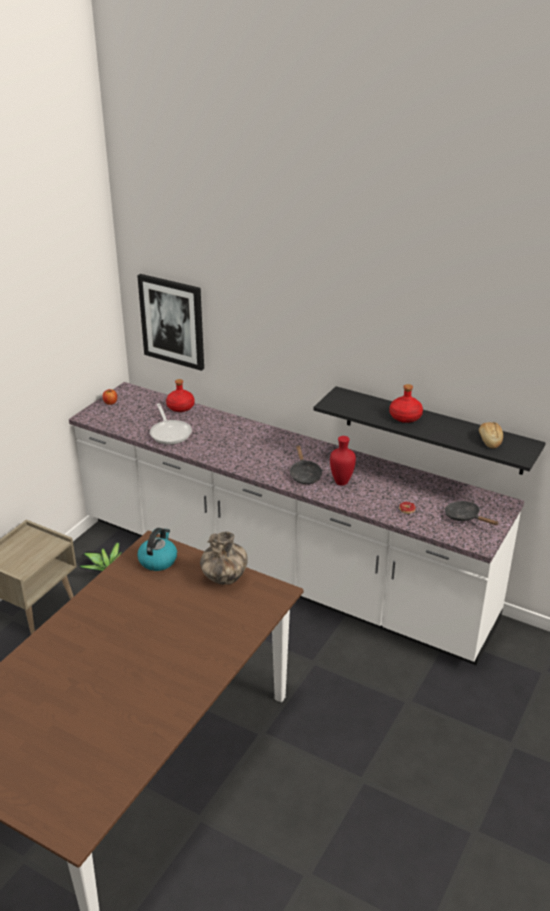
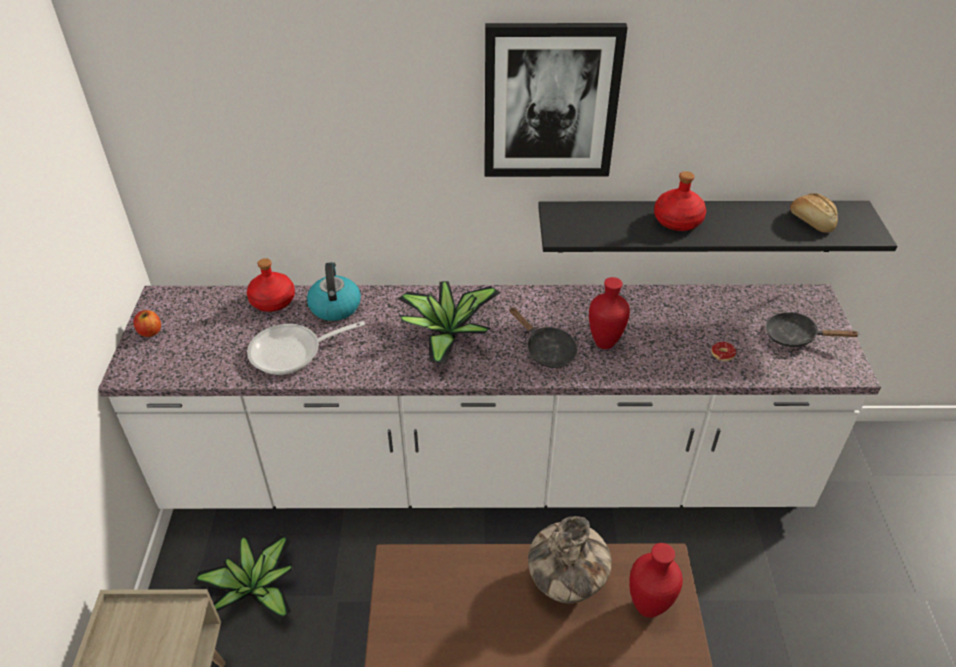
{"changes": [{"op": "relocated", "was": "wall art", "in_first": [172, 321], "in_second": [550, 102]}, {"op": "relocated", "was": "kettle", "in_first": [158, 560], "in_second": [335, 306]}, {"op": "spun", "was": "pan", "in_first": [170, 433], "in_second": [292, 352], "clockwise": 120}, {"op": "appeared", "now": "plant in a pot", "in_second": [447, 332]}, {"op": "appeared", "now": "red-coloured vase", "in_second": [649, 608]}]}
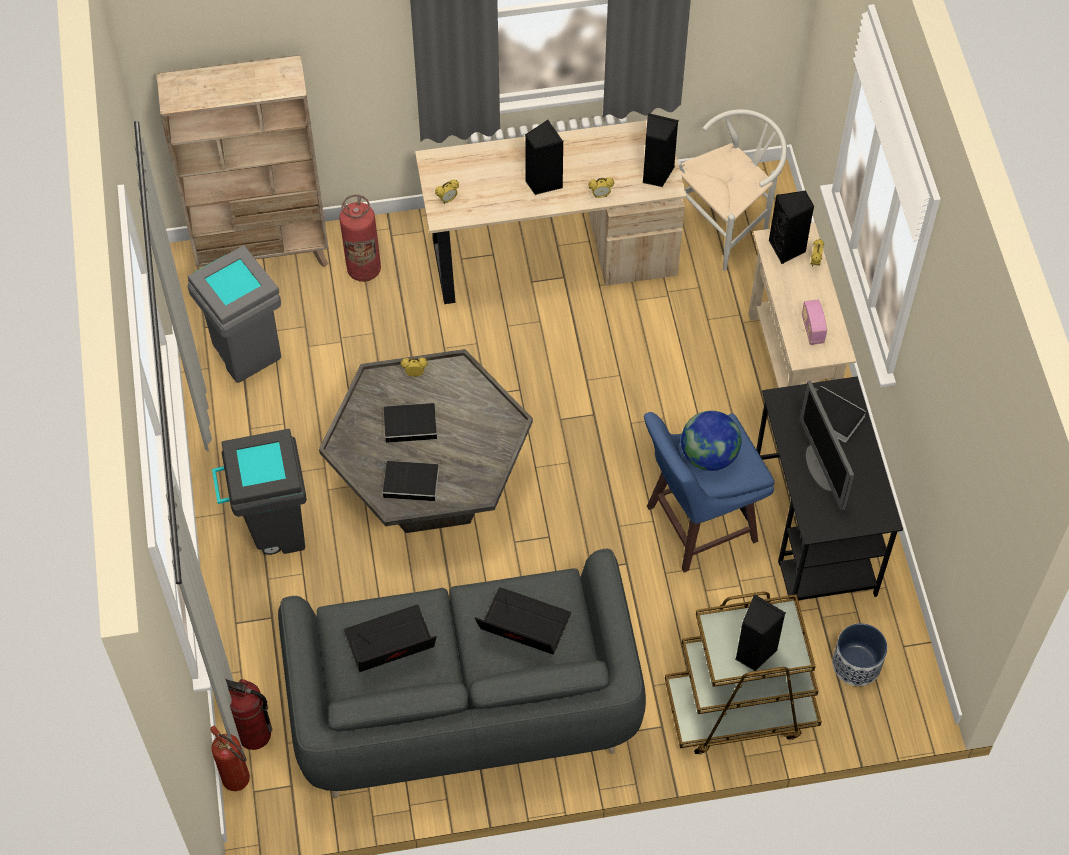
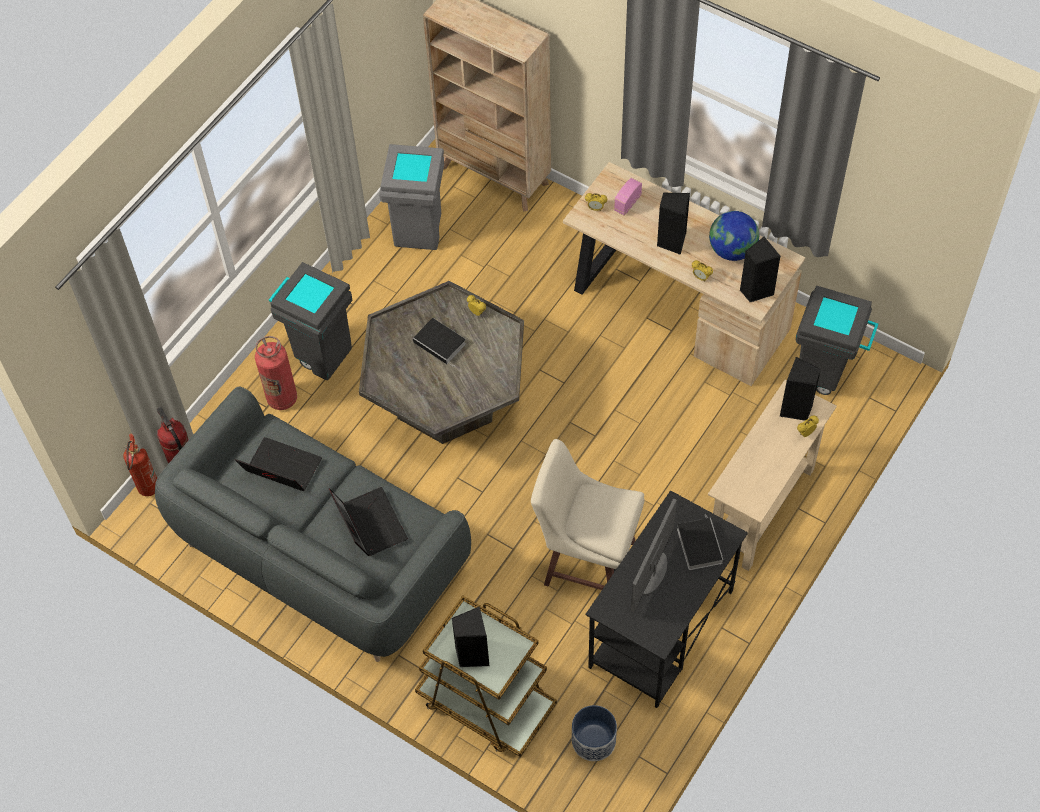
{"changes": [{"op": "relocated", "was": "fire extinguisher", "in_first": [364, 269], "in_second": [282, 398]}, {"op": "missing", "was": "volume", "in_first": [413, 483]}, {"op": "colour", "was": "blue-coloured stool", "now": "beige-coloured stool", "in_first": [698, 524], "in_second": [587, 561]}, {"op": "exchanged", "was": "white upright chair", "now": "grey waste bin", "in_first": [728, 224], "in_second": [824, 377]}, {"op": "relocated", "was": "world globe", "in_first": [709, 455], "in_second": [732, 250]}, {"op": "relocated", "was": "radio receiver", "in_first": [812, 329], "in_second": [627, 203]}]}
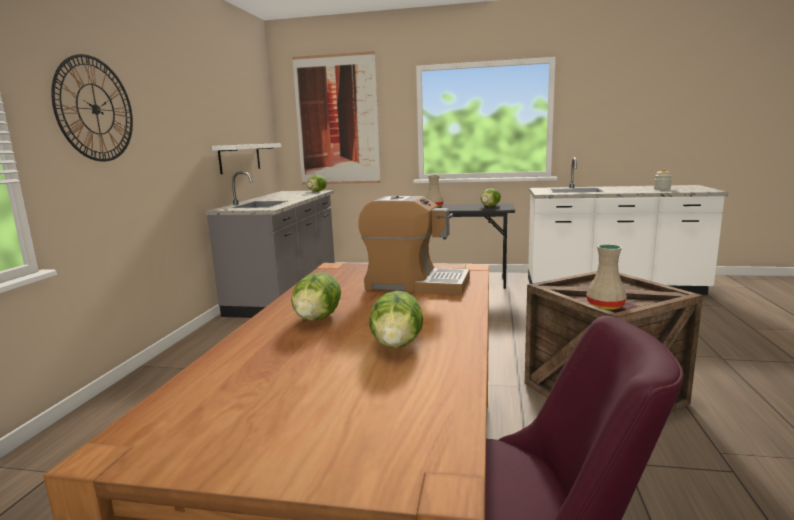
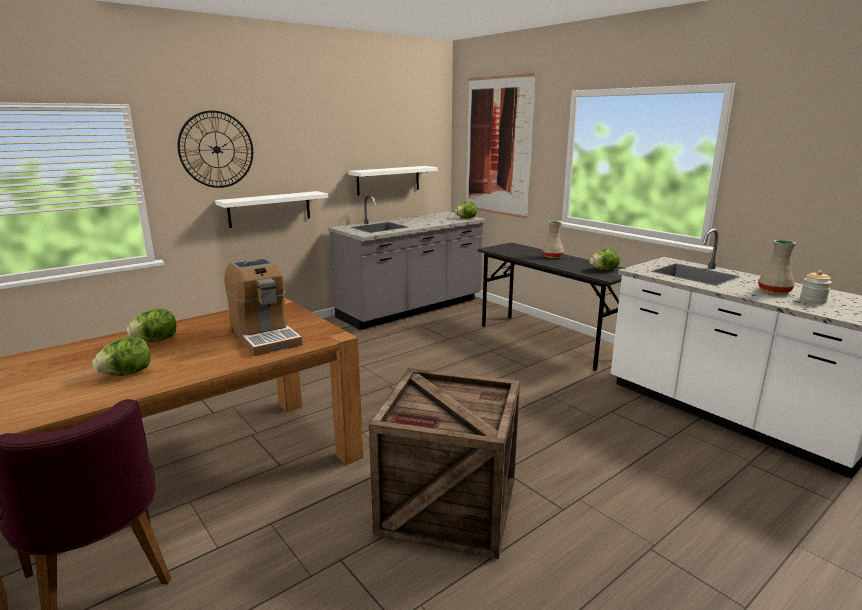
{"changes": [{"op": "relocated", "was": "beige-coloured vase", "in_first": [605, 306], "in_second": [774, 291]}, {"op": "appeared", "now": "white shelf", "in_second": [270, 209]}]}
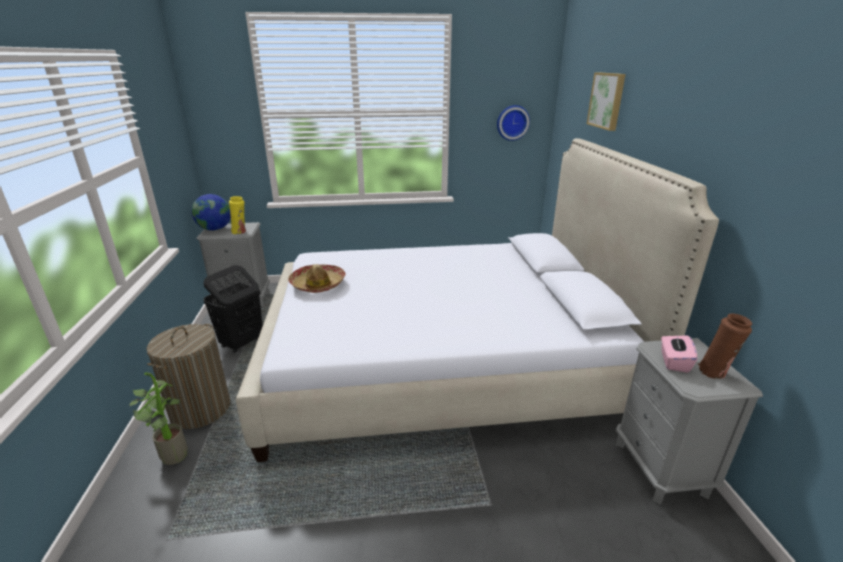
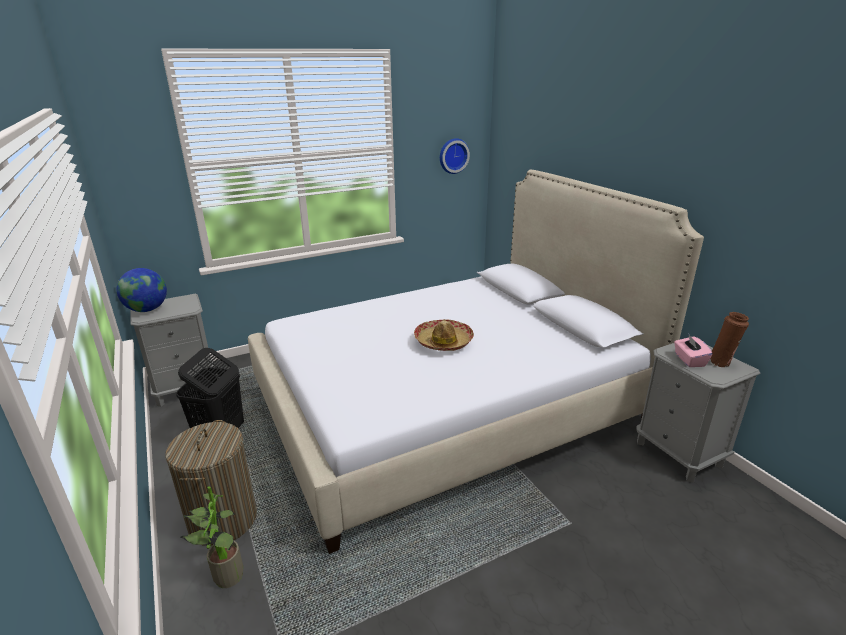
{"changes": [{"op": "missing", "was": "yellow vase", "in_first": [240, 232]}, {"op": "relocated", "was": "clothing hat", "in_first": [318, 284], "in_second": [443, 341]}, {"op": "missing", "was": "wall art", "in_first": [607, 100]}]}
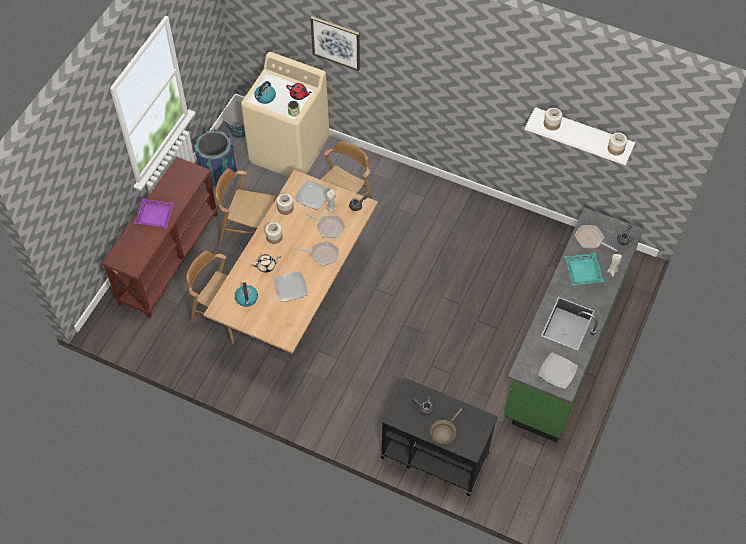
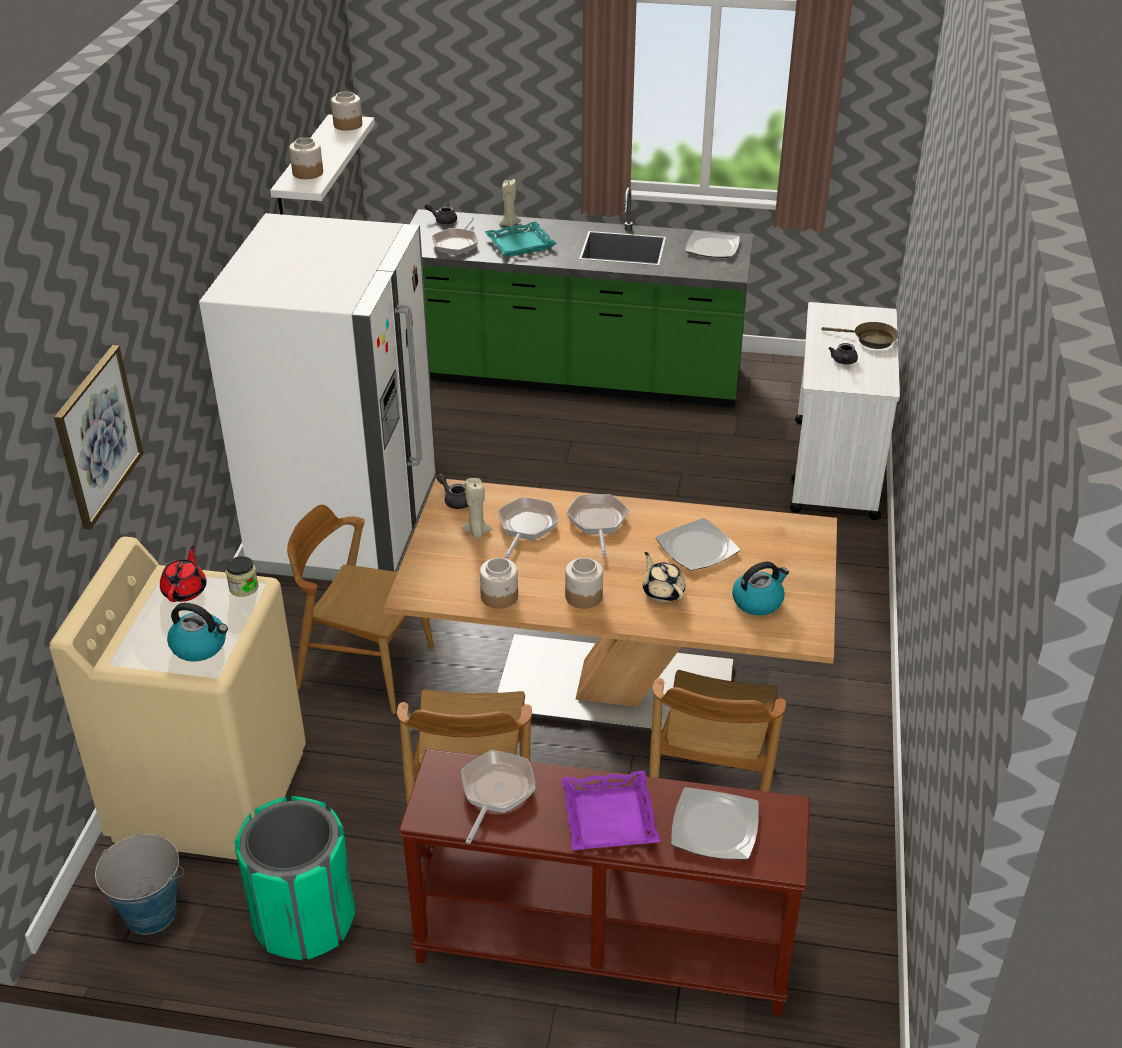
{"changes": [{"op": "colour", "was": "blue-coloured waste bin", "now": "green-coloured waste bin", "in_first": [218, 173], "in_second": [303, 920]}, {"op": "relocated", "was": "flat dish", "in_first": [313, 195], "in_second": [714, 826]}, {"op": "colour", "was": "black trolley", "now": "white trolley", "in_first": [434, 455], "in_second": [835, 469]}, {"op": "appeared", "now": "white kitchen fridge", "in_second": [346, 526]}, {"op": "appeared", "now": "pan", "in_second": [495, 792]}]}
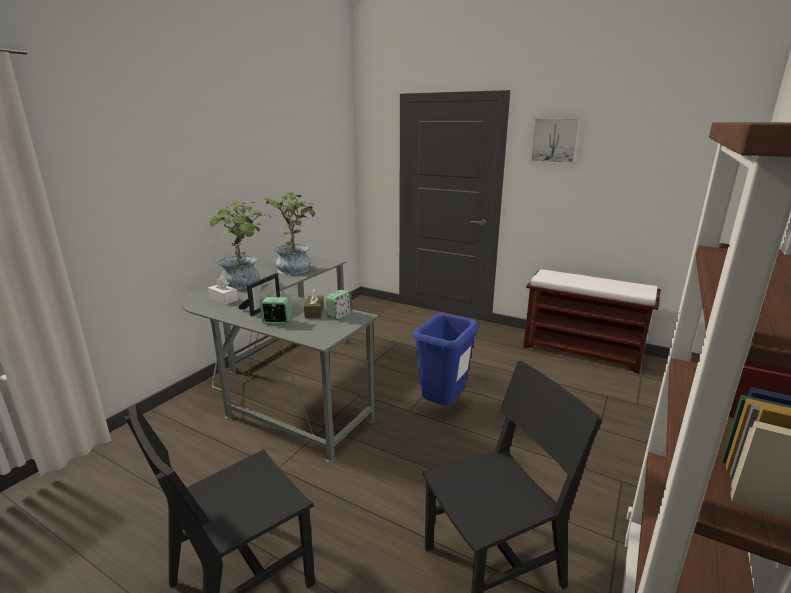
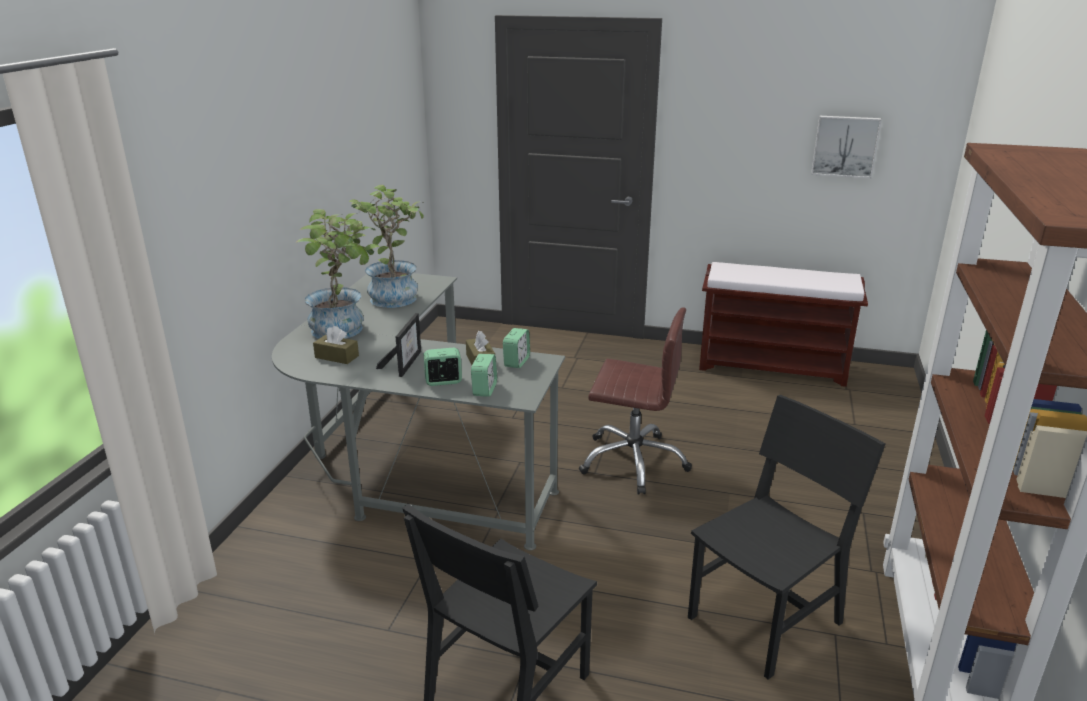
{"changes": [{"op": "colour", "was": "white box of tissues", "now": "brown-coloured box of tissues", "in_first": [223, 299], "in_second": [337, 357]}, {"op": "exchanged", "was": "blue-coloured waste bin", "now": "brown-coloured computer chair", "in_first": [442, 406], "in_second": [633, 461]}, {"op": "relocated", "was": "wall art", "in_first": [555, 140], "in_second": [845, 146]}, {"op": "appeared", "now": "alarm clock", "in_second": [484, 390]}]}
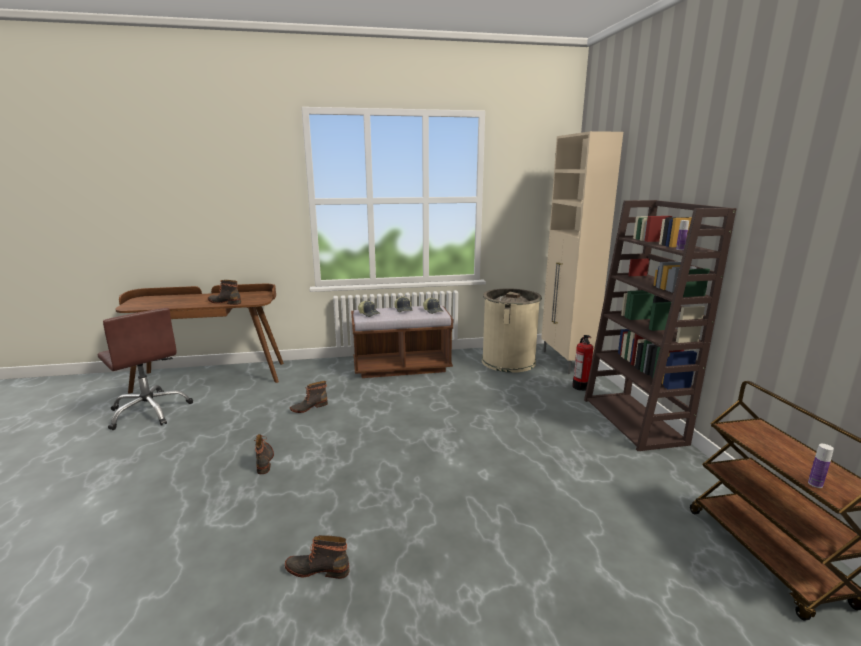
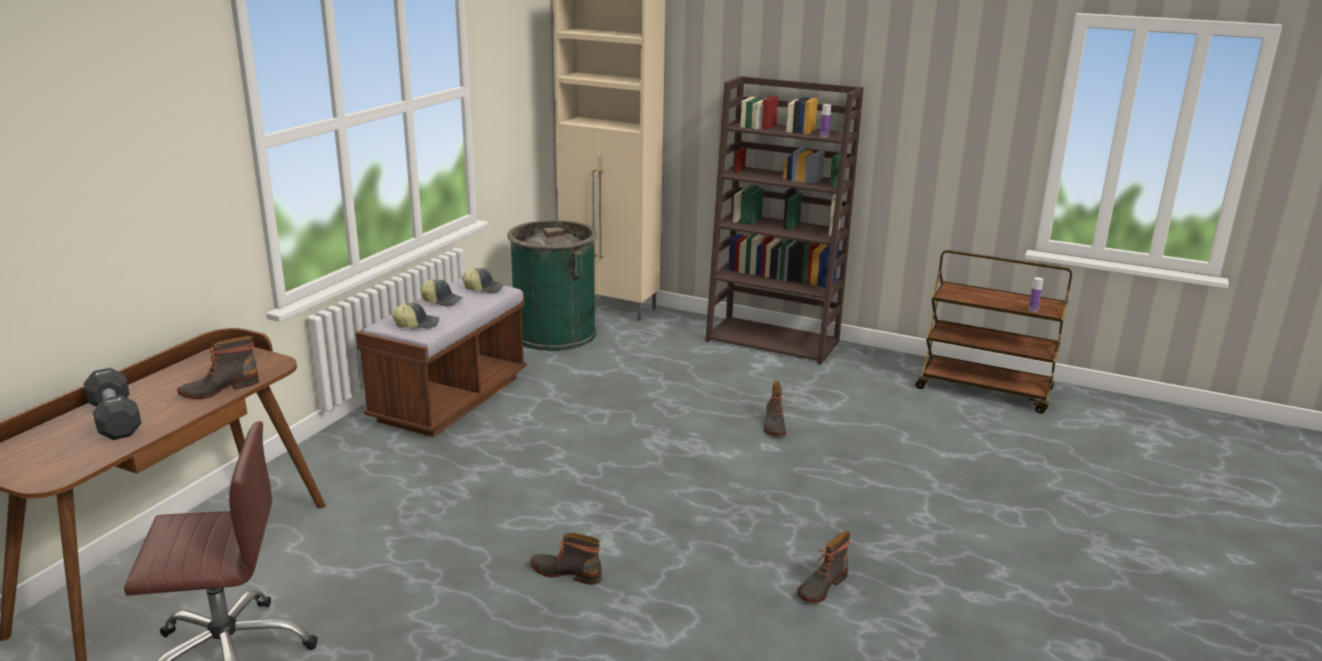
{"changes": [{"op": "relocated", "was": "high-top boot", "in_first": [309, 407], "in_second": [773, 426]}, {"op": "colour", "was": "beige-coloured waste bin", "now": "green-coloured waste bin", "in_first": [508, 361], "in_second": [555, 334]}, {"op": "missing", "was": "fire extinguisher", "in_first": [580, 387]}, {"op": "appeared", "now": "black hand weight", "in_second": [115, 419]}]}
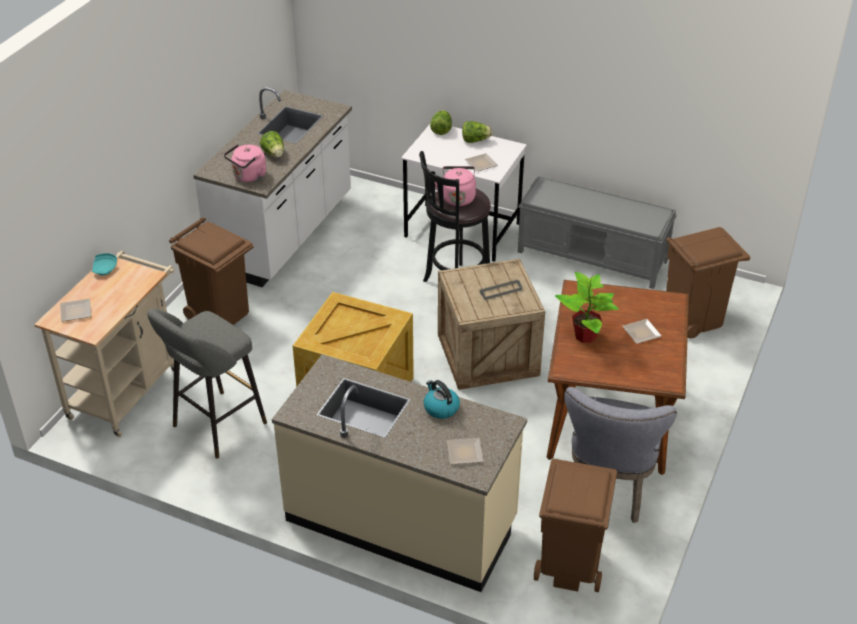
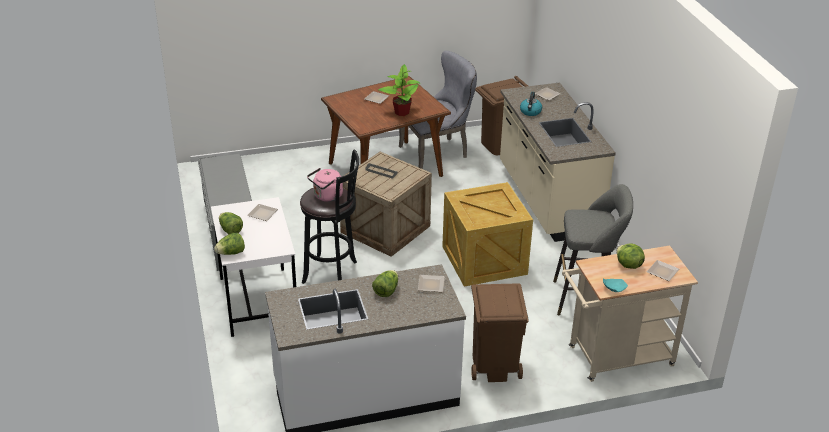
{"changes": [{"op": "exchanged", "was": "pink kettle", "now": "flat dish", "in_first": [248, 177], "in_second": [432, 285]}, {"op": "missing", "was": "brown-coloured waste bin", "in_first": [693, 317]}, {"op": "appeared", "now": "head of lettuce", "in_second": [628, 265]}]}
